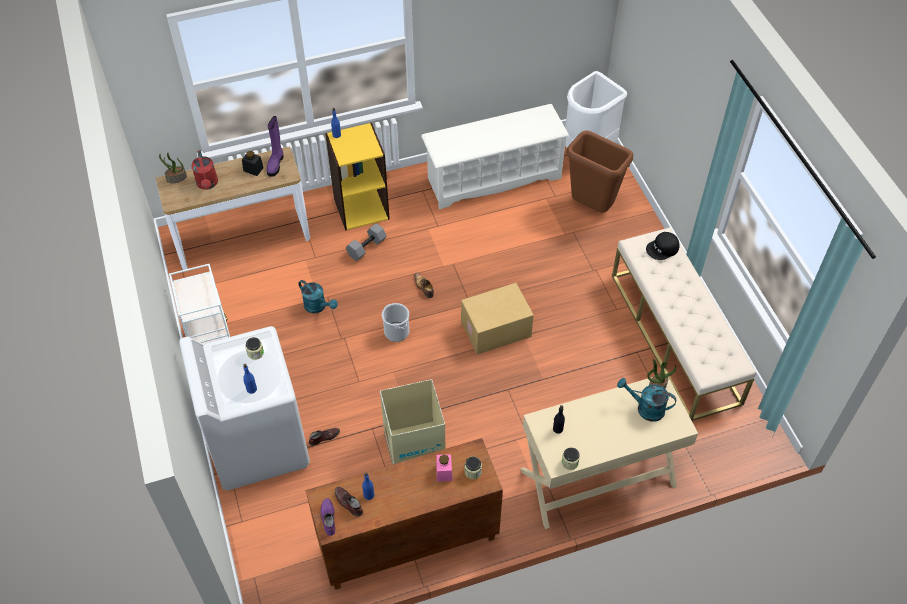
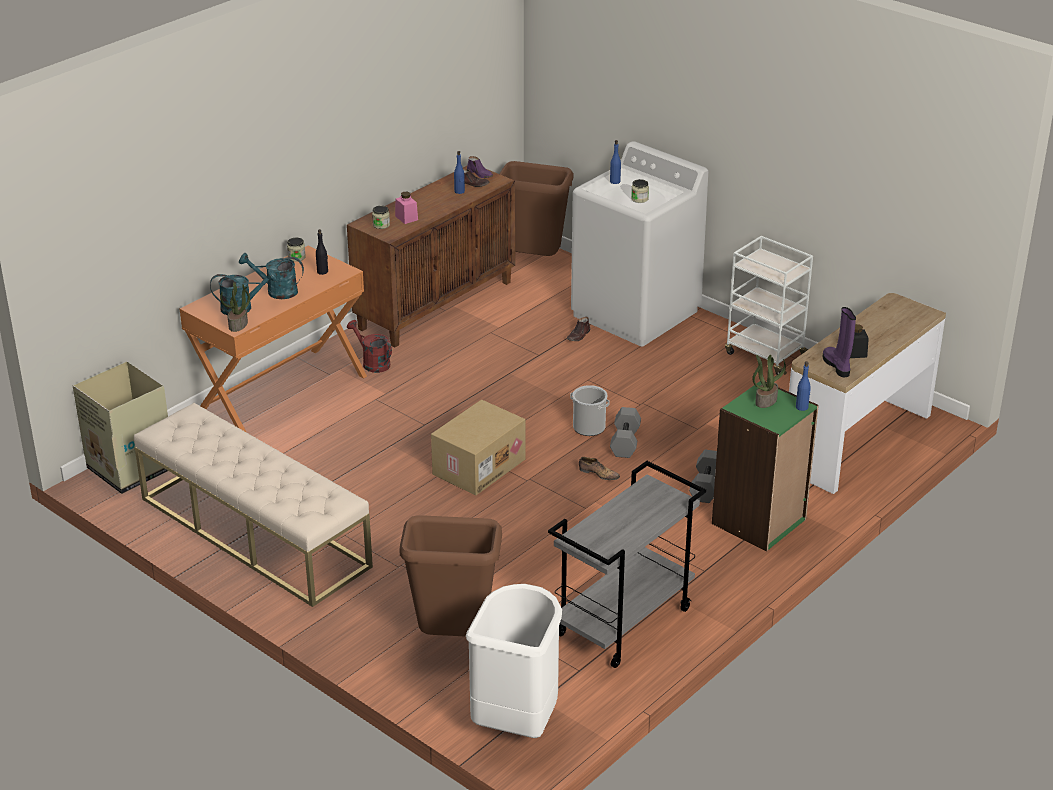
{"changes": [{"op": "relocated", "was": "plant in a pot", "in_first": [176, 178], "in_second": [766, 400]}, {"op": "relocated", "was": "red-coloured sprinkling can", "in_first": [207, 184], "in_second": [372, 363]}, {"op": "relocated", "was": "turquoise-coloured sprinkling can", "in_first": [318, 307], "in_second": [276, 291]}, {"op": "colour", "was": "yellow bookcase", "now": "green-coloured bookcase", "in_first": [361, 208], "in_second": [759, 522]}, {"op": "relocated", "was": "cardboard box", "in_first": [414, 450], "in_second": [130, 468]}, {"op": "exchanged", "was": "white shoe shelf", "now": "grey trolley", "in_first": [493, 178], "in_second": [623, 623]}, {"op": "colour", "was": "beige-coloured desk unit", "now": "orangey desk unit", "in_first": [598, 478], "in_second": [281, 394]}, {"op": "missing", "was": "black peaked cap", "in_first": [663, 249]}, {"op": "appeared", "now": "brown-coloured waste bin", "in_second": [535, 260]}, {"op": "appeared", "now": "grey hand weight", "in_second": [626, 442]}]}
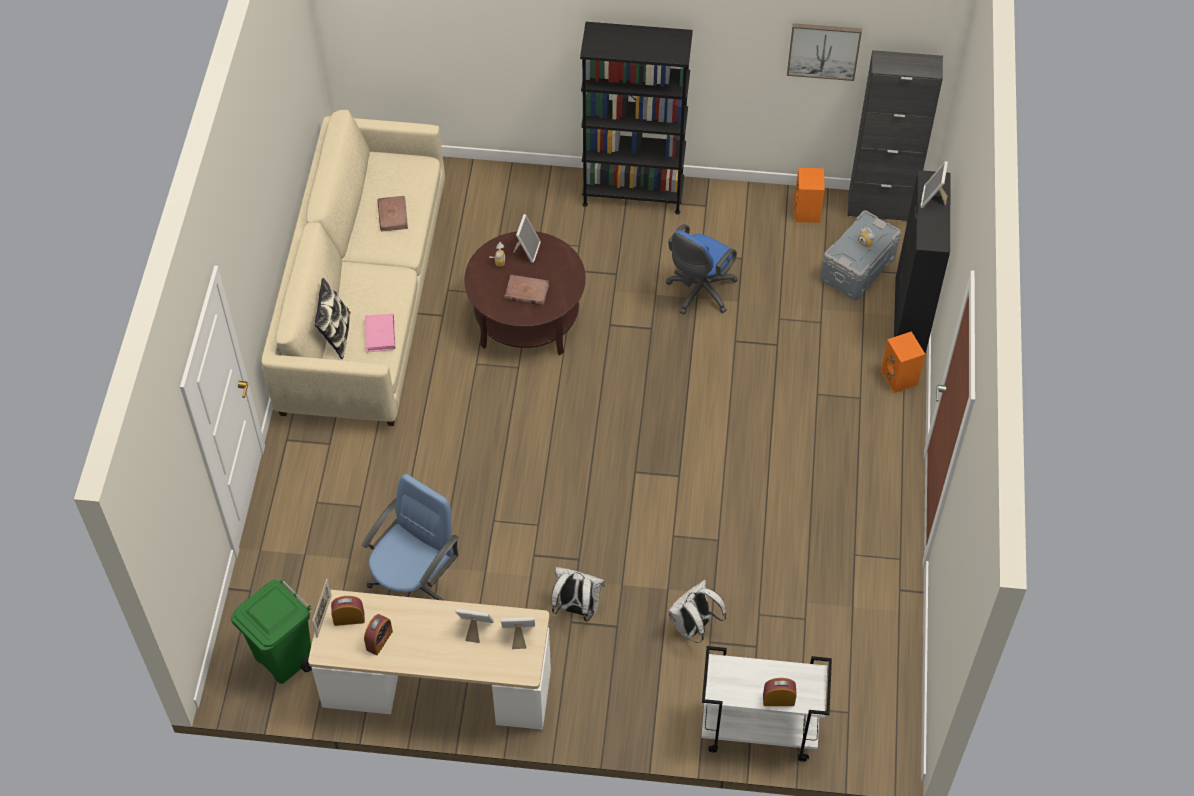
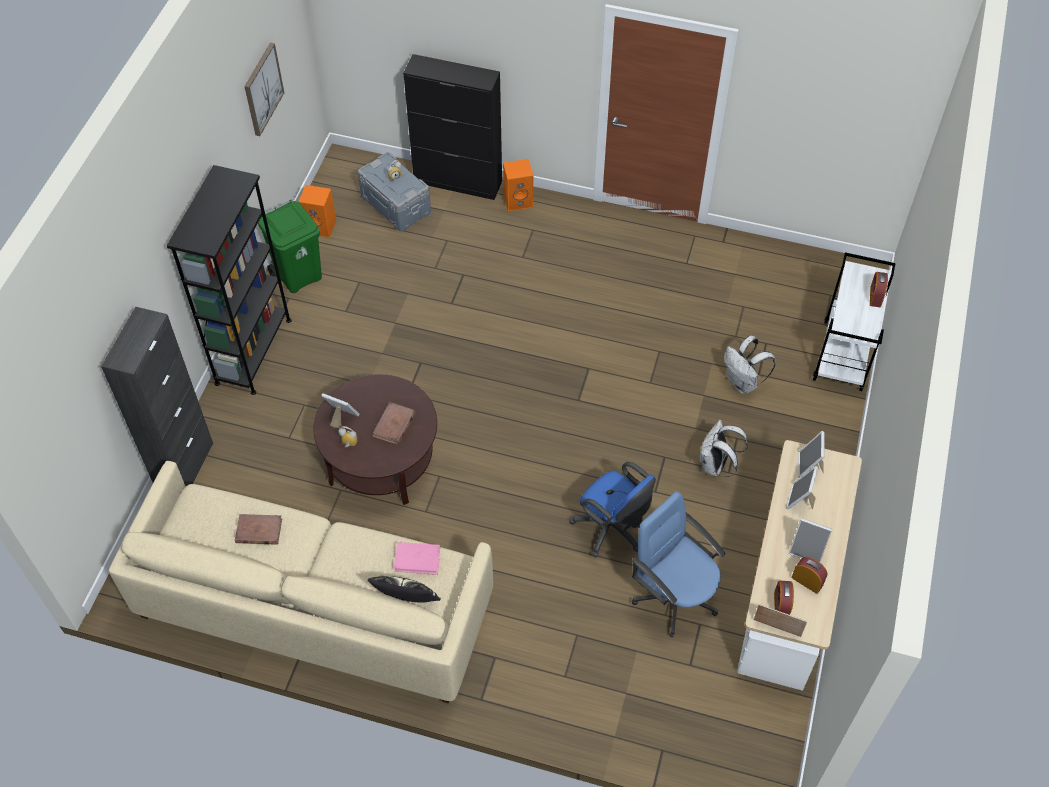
{"changes": [{"op": "relocated", "was": "green-coloured waste bin", "in_first": [285, 659], "in_second": [299, 276]}, {"op": "relocated", "was": "blue-coloured computer chair", "in_first": [699, 293], "in_second": [612, 530]}, {"op": "relocated", "was": "black cupboard", "in_first": [880, 208], "in_second": [185, 467]}, {"op": "relocated", "was": "picture frame", "in_first": [933, 199], "in_second": [807, 550]}]}
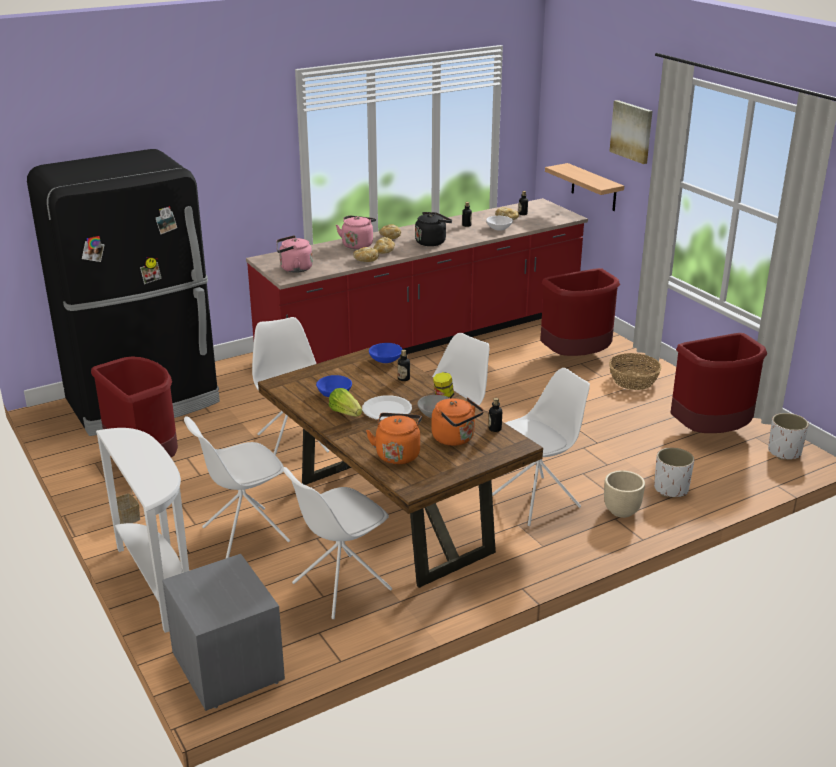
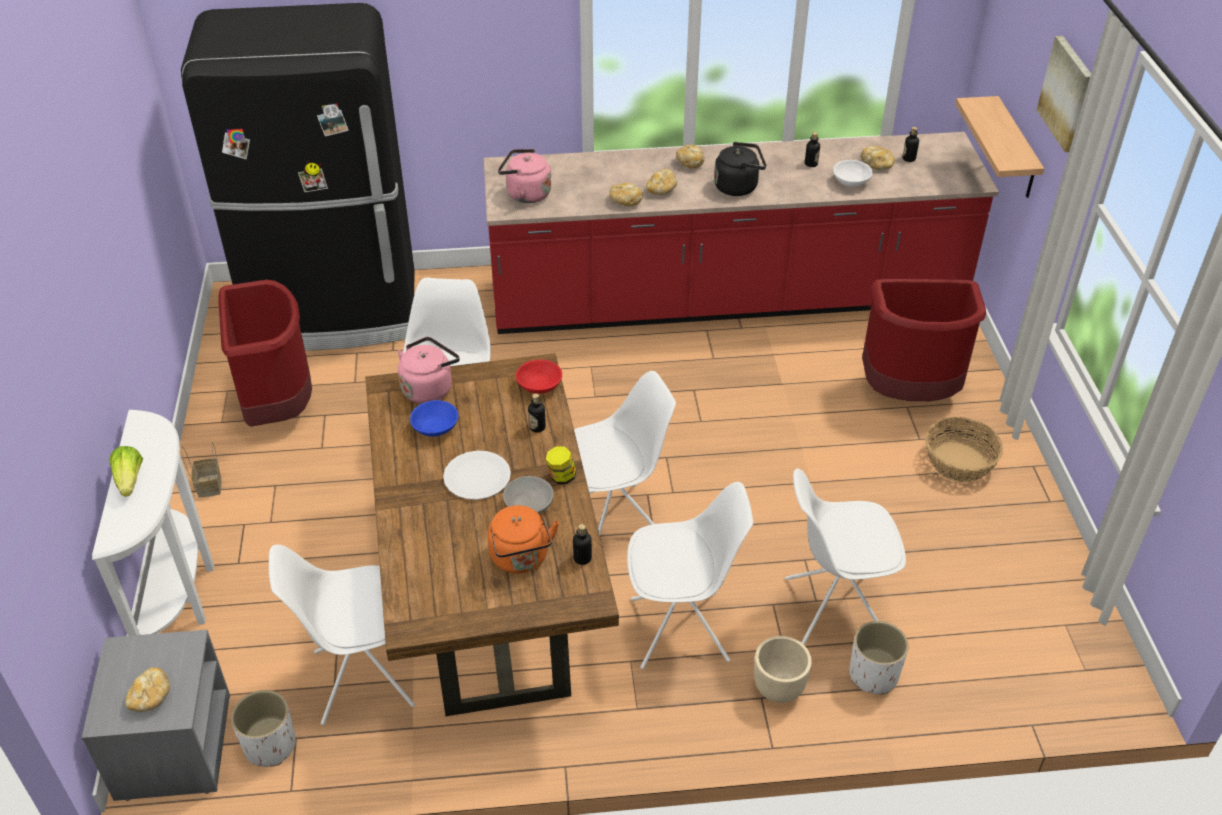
{"changes": [{"op": "relocated", "was": "white upright chair", "in_first": [243, 535], "in_second": [832, 608]}, {"op": "relocated", "was": "head of lettuce", "in_first": [345, 413], "in_second": [130, 481]}, {"op": "relocated", "was": "pink kettle", "in_first": [358, 244], "in_second": [429, 388]}, {"op": "missing", "was": "orangey kettle", "in_first": [397, 454]}, {"op": "colour", "was": "blue-coloured deep dish", "now": "red-coloured deep dish", "in_first": [385, 360], "in_second": [539, 386]}, {"op": "missing", "was": "red-coloured waste bin", "in_first": [712, 432]}, {"op": "relocated", "was": "white plant pot", "in_first": [784, 452], "in_second": [270, 746]}, {"op": "appeared", "now": "baked bread", "in_second": [151, 698]}]}
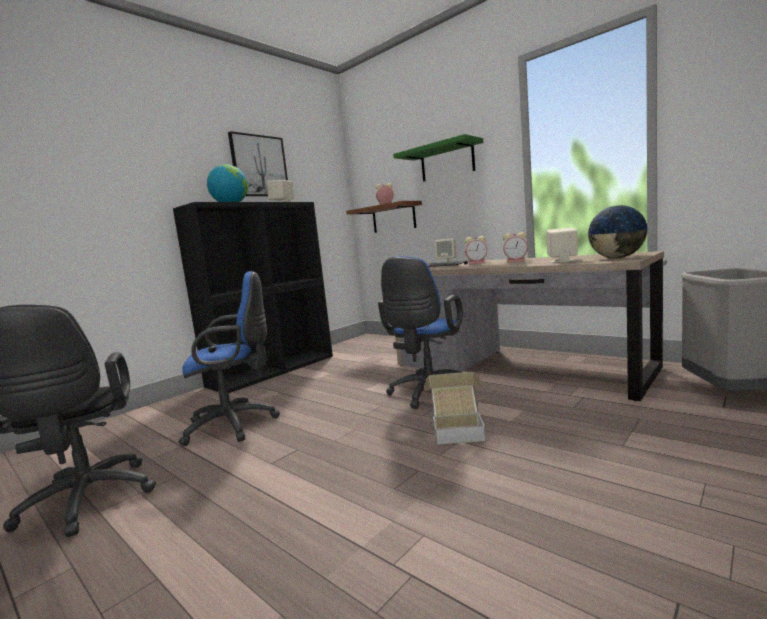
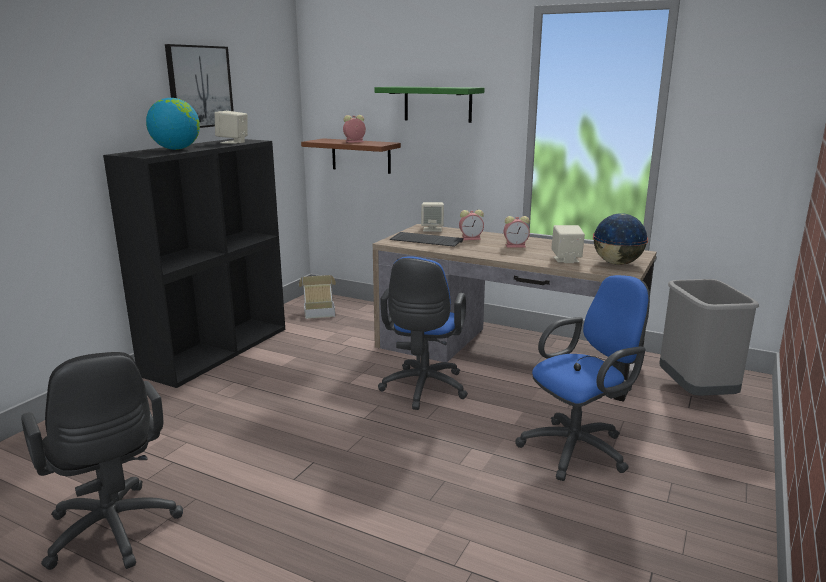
{"changes": [{"op": "relocated", "was": "blue-coloured computer chair", "in_first": [236, 424], "in_second": [579, 449]}, {"op": "relocated", "was": "cardboard box", "in_first": [457, 430], "in_second": [319, 311]}]}
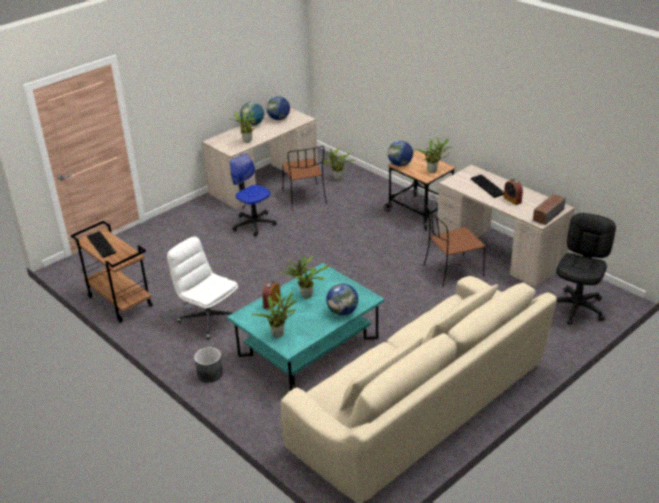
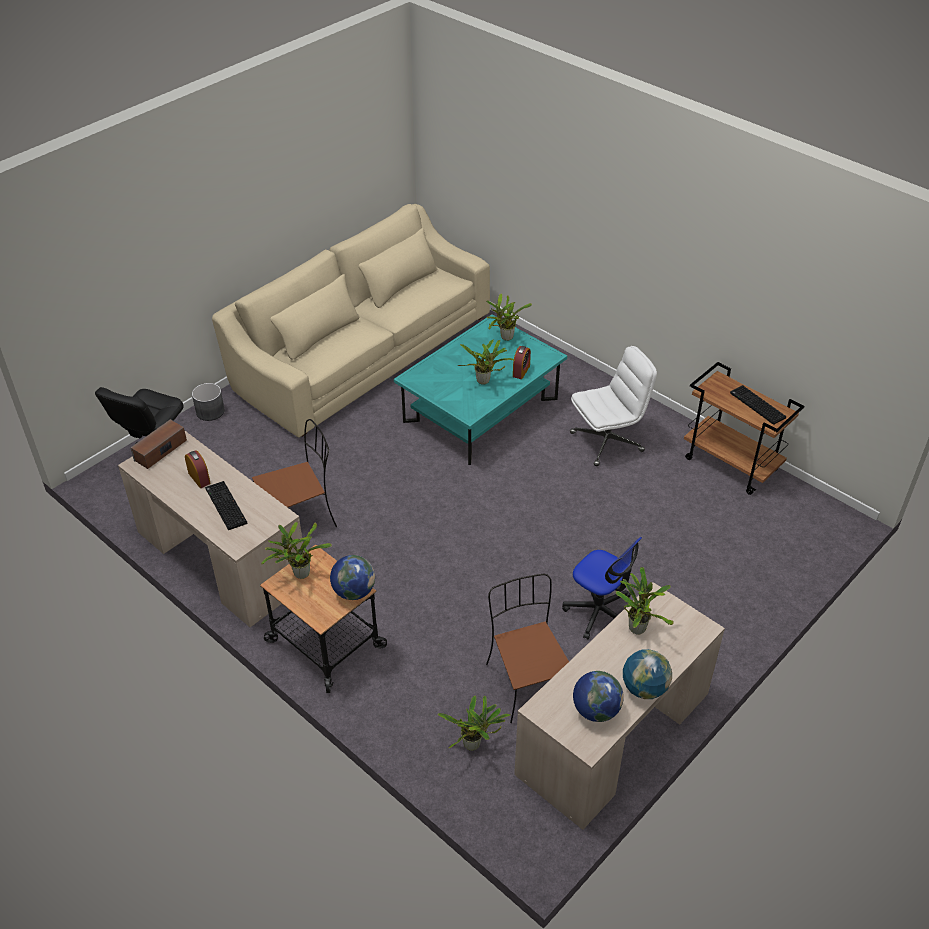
{"changes": [{"op": "spun", "was": "white computer chair", "in_first": [208, 319], "in_second": [607, 441], "clockwise": -60}, {"op": "relocated", "was": "grey plant pot", "in_first": [210, 374], "in_second": [210, 411]}, {"op": "missing", "was": "world globe", "in_first": [342, 312]}]}
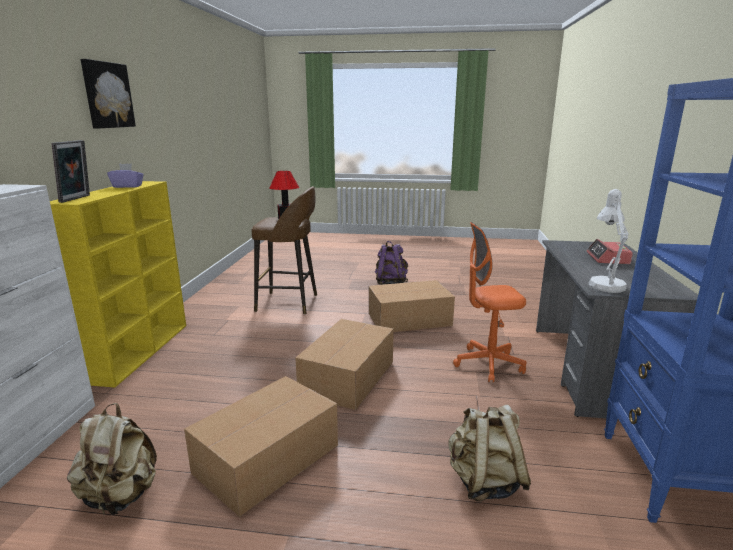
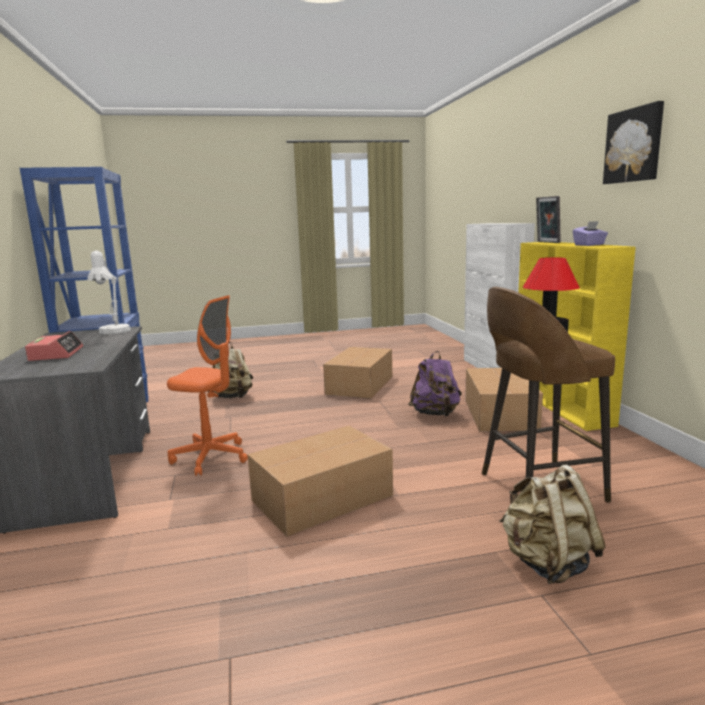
{"changes": [{"op": "relocated", "was": "beige-coloured backpack", "in_first": [120, 496], "in_second": [547, 563]}, {"op": "relocated", "was": "cardboard box", "in_first": [346, 378], "in_second": [500, 414]}, {"op": "relocated", "was": "purple-coloured backpack", "in_first": [390, 283], "in_second": [435, 414]}, {"op": "spun", "was": "orangey computer chair", "in_first": [488, 364], "in_second": [211, 457], "clockwise": 45}]}
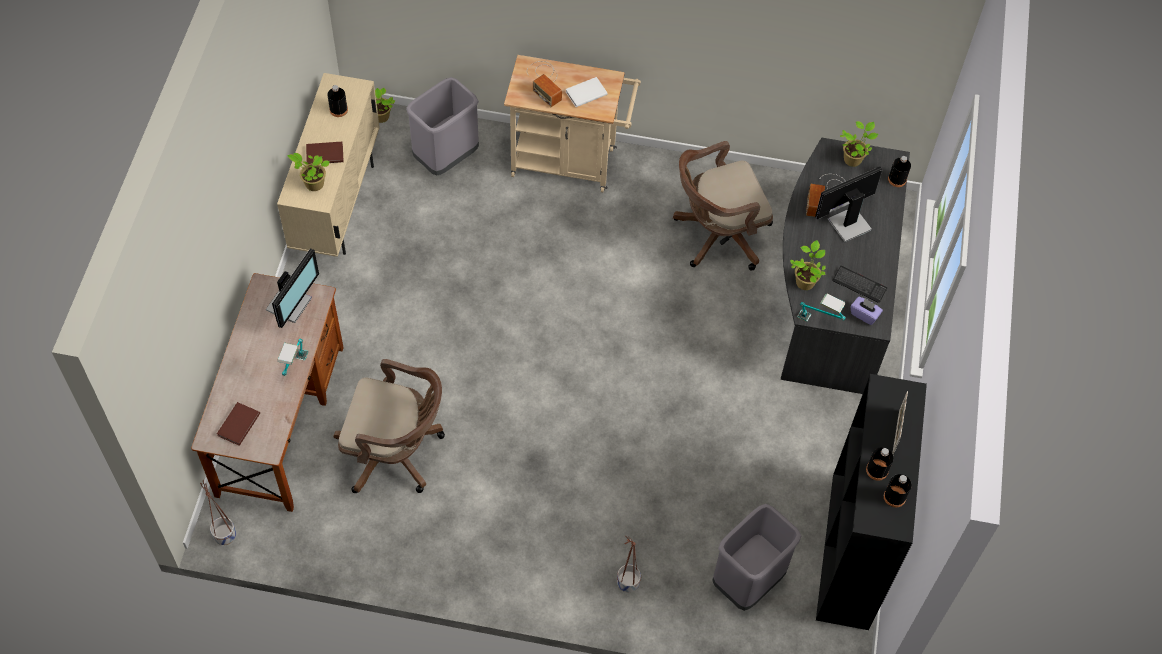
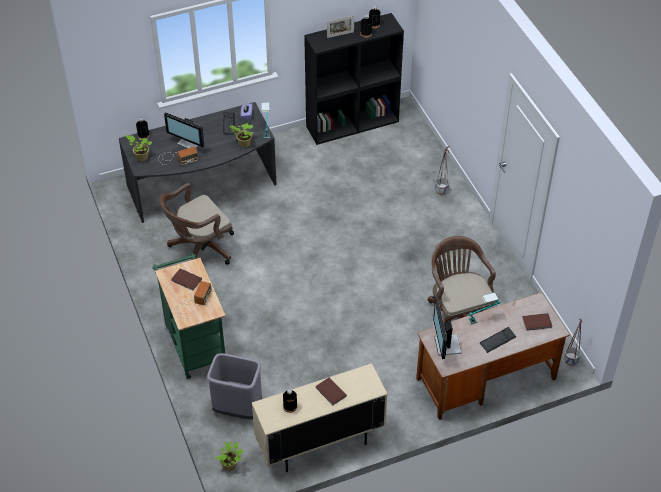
{"changes": [{"op": "spun", "was": "computer display", "in_first": [291, 304], "in_second": [446, 345], "clockwise": -90}, {"op": "missing", "was": "plant in a pot", "in_first": [313, 184]}, {"op": "colour", "was": "beige-coloured trolley", "now": "green-coloured trolley", "in_first": [570, 163], "in_second": [194, 342]}, {"op": "colour", "was": "white volume", "now": "brown-coloured volume", "in_first": [585, 93], "in_second": [186, 280]}, {"op": "spun", "was": "brown-coloured computer chair", "in_first": [716, 235], "in_second": [199, 249], "clockwise": 105}, {"op": "missing", "was": "grey waste bin", "in_first": [748, 581]}, {"op": "appeared", "now": "keyboard", "in_second": [497, 340]}]}
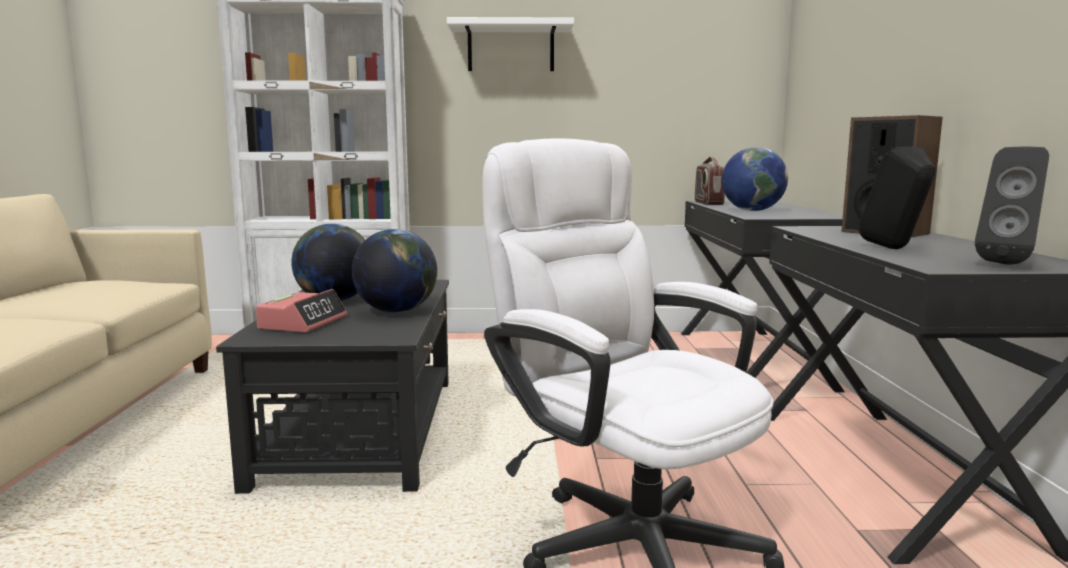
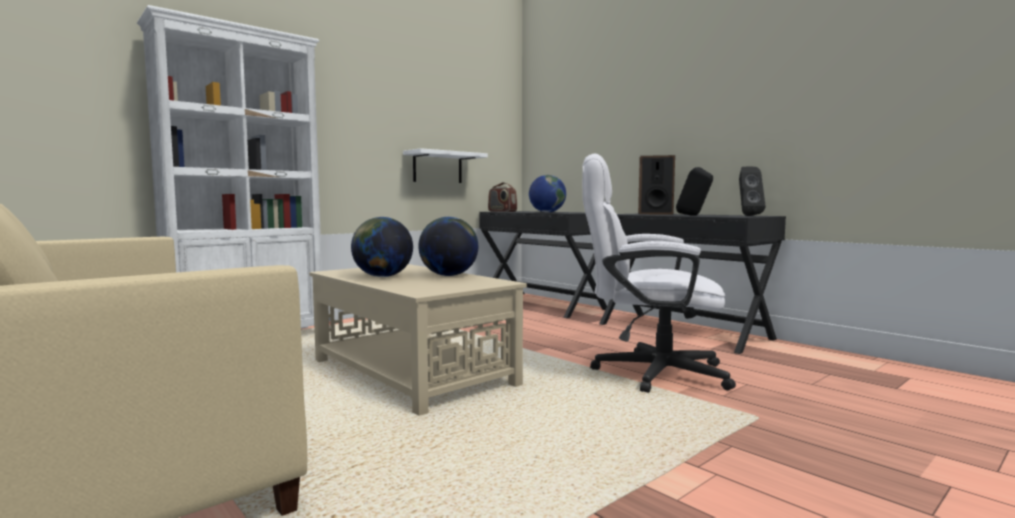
{"changes": [{"op": "colour", "was": "black lounge table", "now": "beige-coloured lounge table", "in_first": [363, 429], "in_second": [411, 372]}, {"op": "missing", "was": "alarm clock", "in_first": [303, 323]}, {"op": "relocated", "was": "white shelf", "in_first": [511, 48], "in_second": [437, 167]}]}
